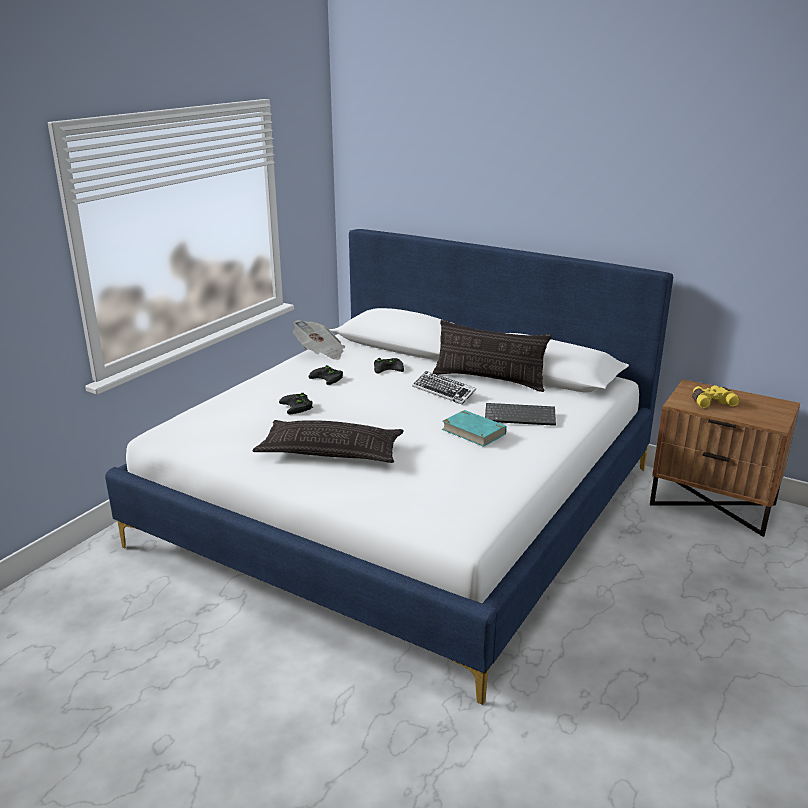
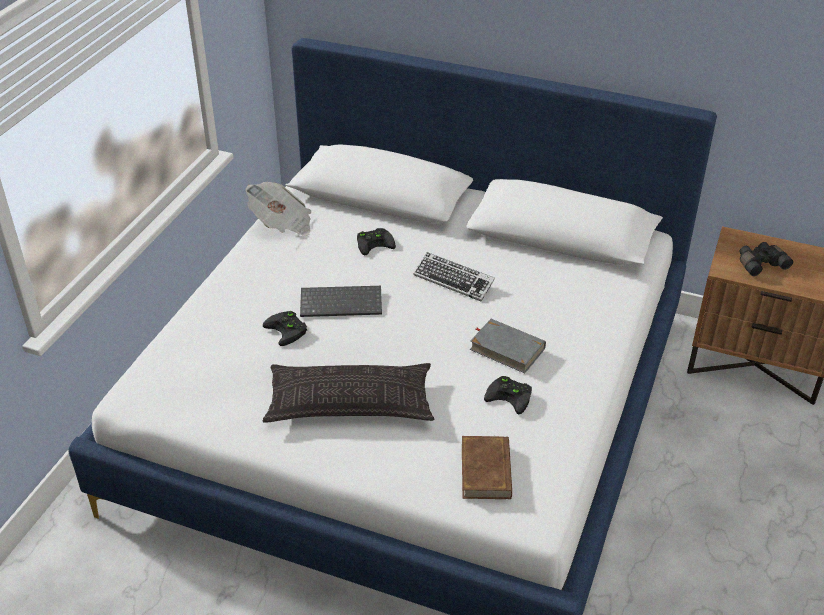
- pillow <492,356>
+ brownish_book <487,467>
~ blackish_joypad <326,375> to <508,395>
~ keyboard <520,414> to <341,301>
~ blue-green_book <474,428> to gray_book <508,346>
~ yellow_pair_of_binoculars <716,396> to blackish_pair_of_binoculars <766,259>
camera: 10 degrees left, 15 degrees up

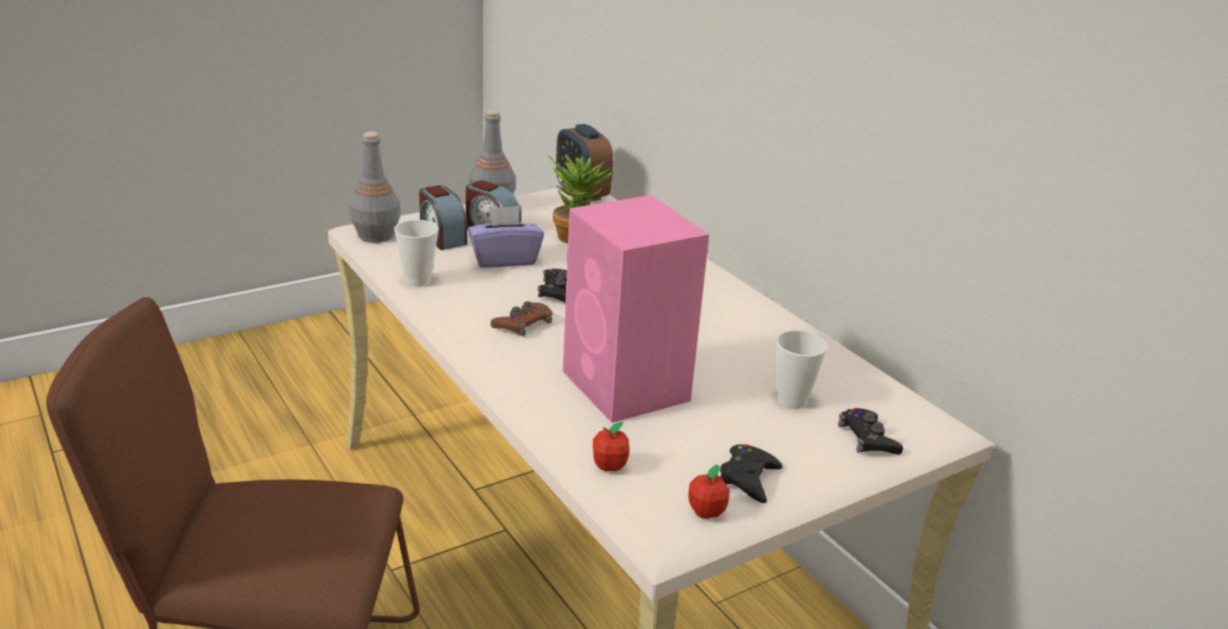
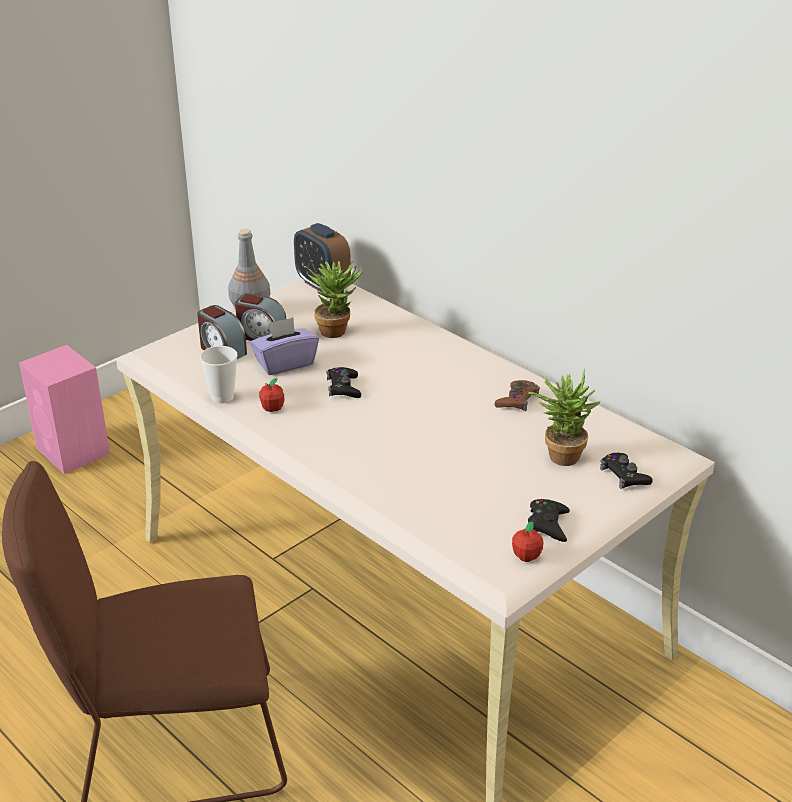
- gray_bottle <375,187>
~ brownish_joypad <522,319> to <517,395>
~ pinkish_speaker <636,309> to <64,409>
~ apple_fruit <611,446> to <271,395>
~ cup <802,369> to potted_plant <564,417>
camera: 10 degrees left, 5 degrees up

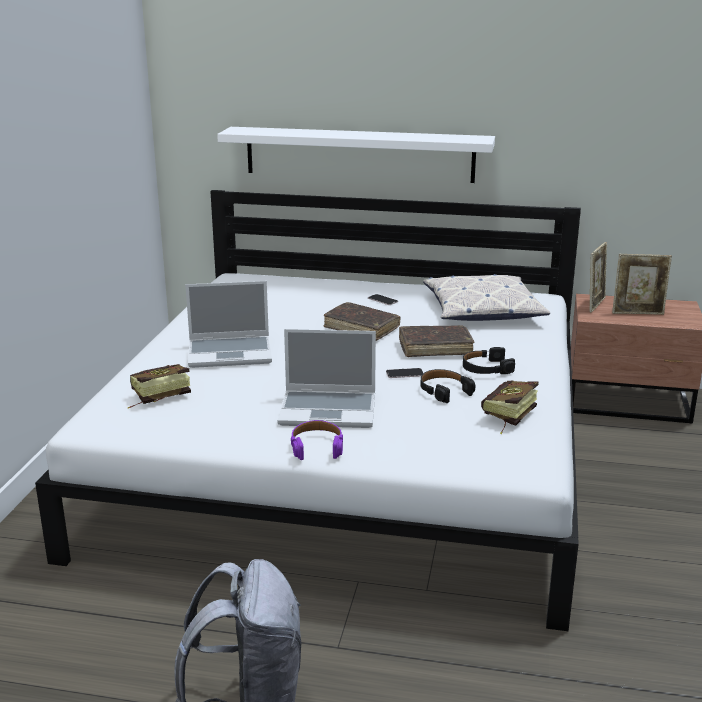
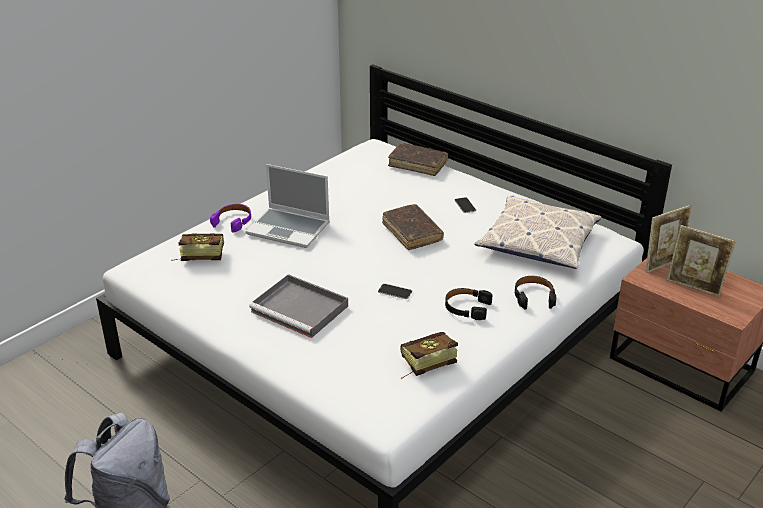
- white-coloured_wall_shelf <356,155>
~ purple_headphones <317,440> to <230,218>
~ brownish_book <436,341> to <418,159>
~ blackish_headphones <447,386> to <535,293>
~ notebook_computer <327,378> to gray_serving_tray <298,306>
camera: 30 degrees right, 10 degrees up

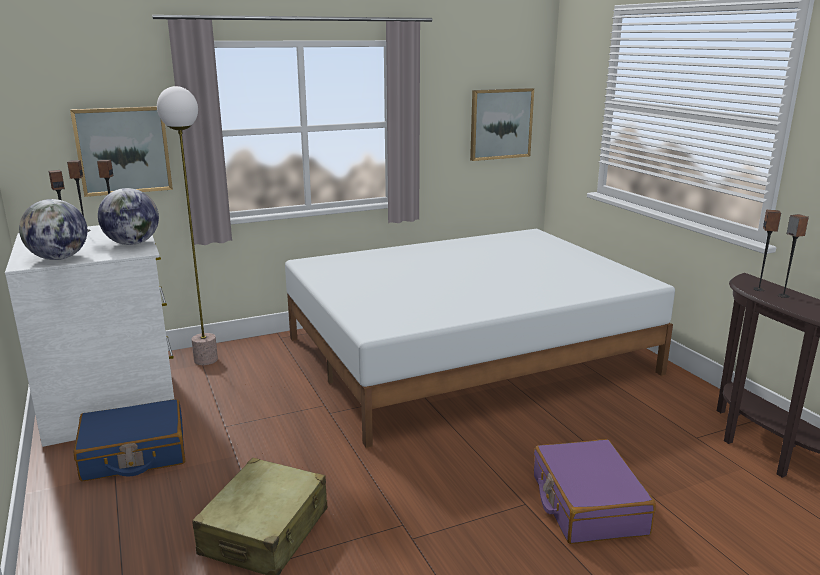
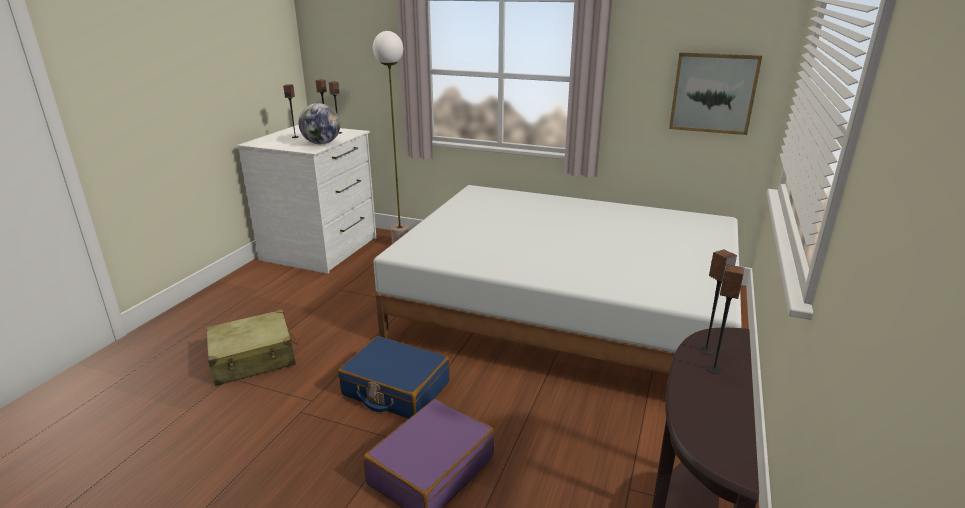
- world_globe <53,229>
- wall_picture <121,151>
~ bluish_travel_case <129,440> to <394,377>
camera: 45 degrees right, 5 degrees up

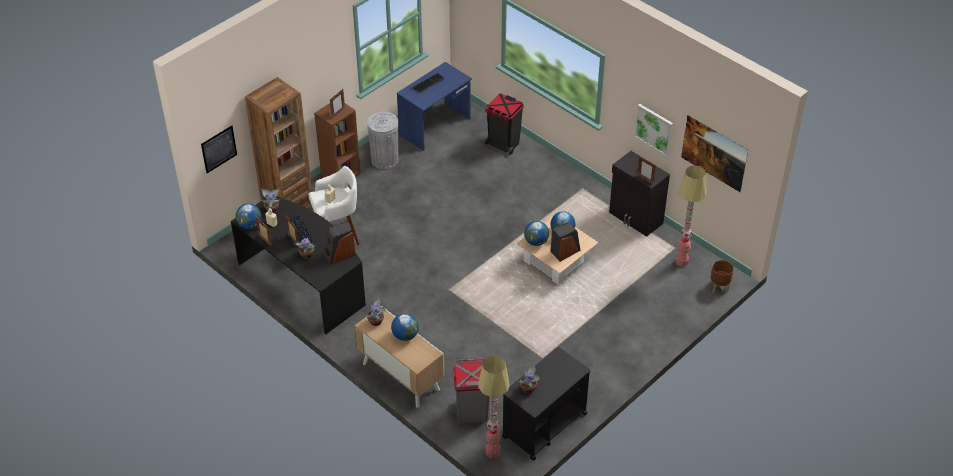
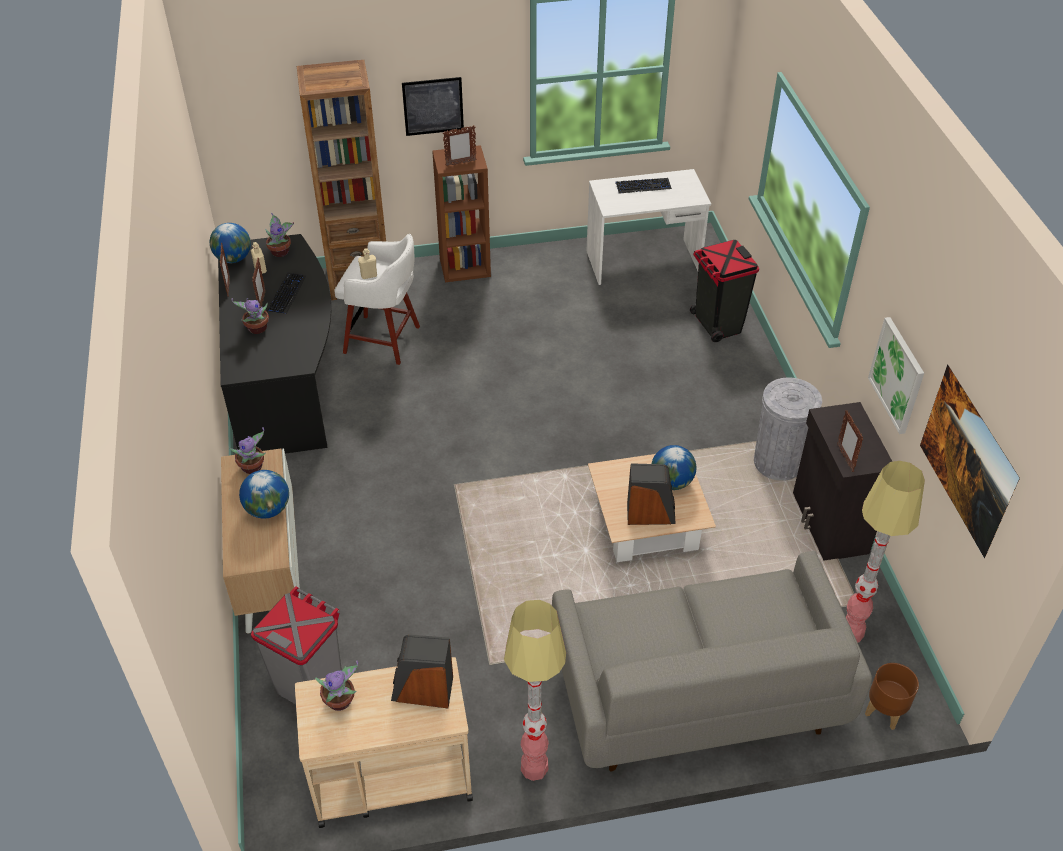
- world_globe <536,233>
+ gray_sofa <712,661>
~ wall_picture <219,149> to <433,106>
~ speaker <339,243> to <422,672>
~ gray_trash_can <383,140> to <788,429>
~ floor_lamp <494,407> to <535,690>
~ bluish_desk_table <434,106> to white-coloured_desk_table <648,227>
~ blackish_wheeled_cart <546,403> to beige-coloured_wheeled_cart <384,742>
camera: 35 degrees right, 0 degrees up

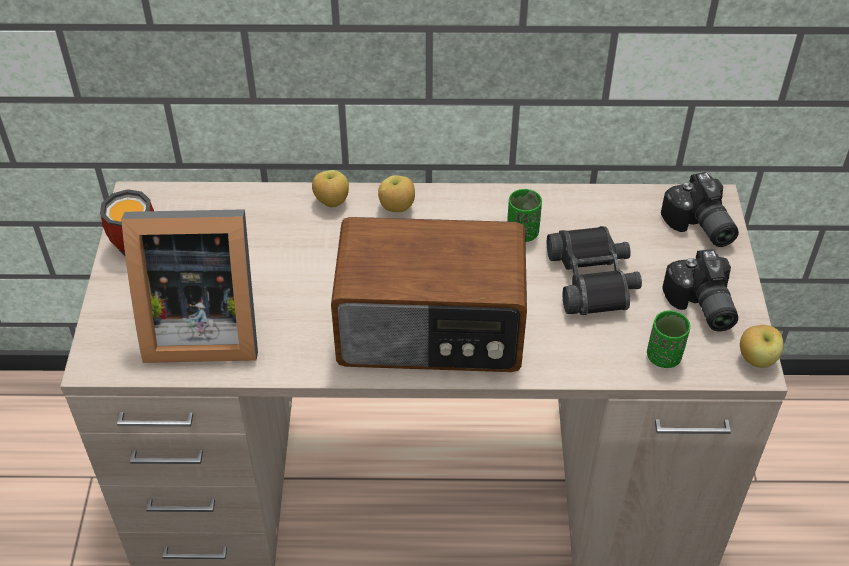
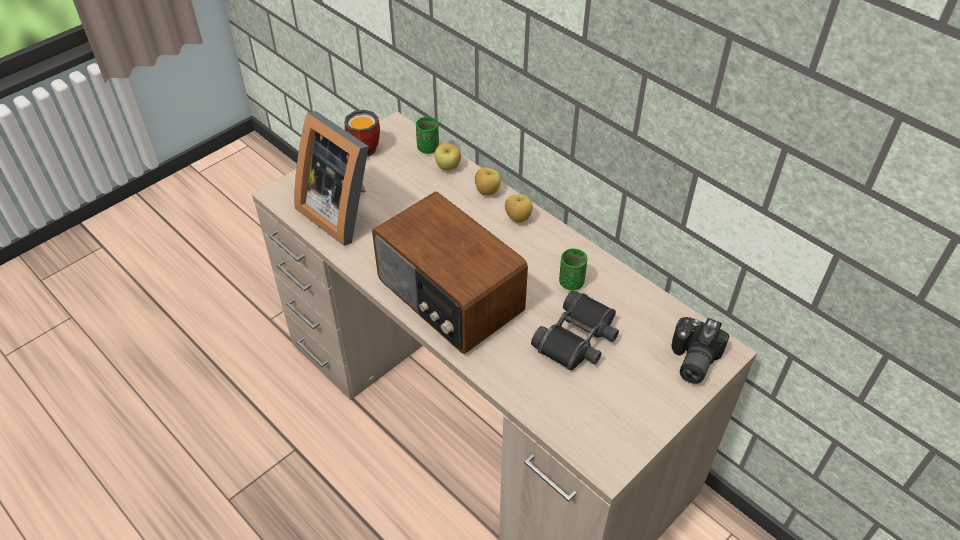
- photo_camera <700,290>
~ green_cup <668,339> to <427,135>
~ apple_fruit <762,346> to <448,156>
camera: 45 degrees right, 0 degrees up

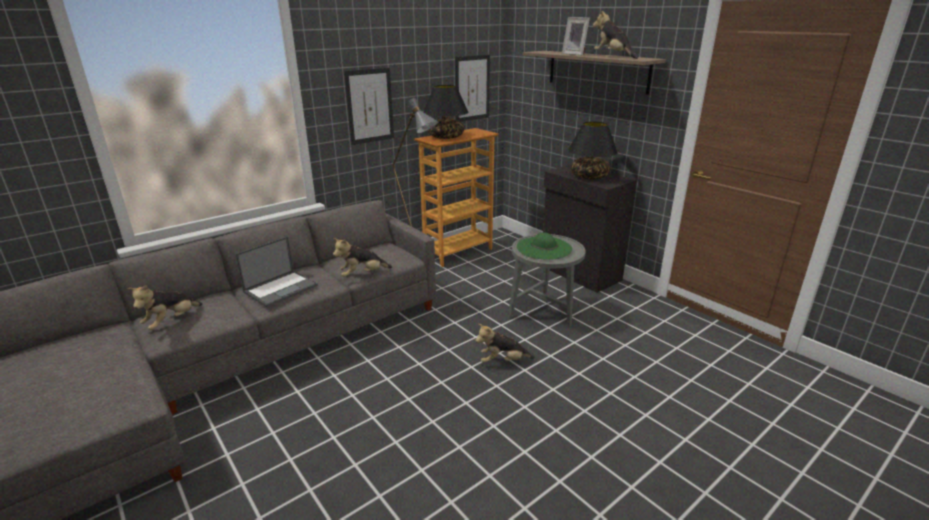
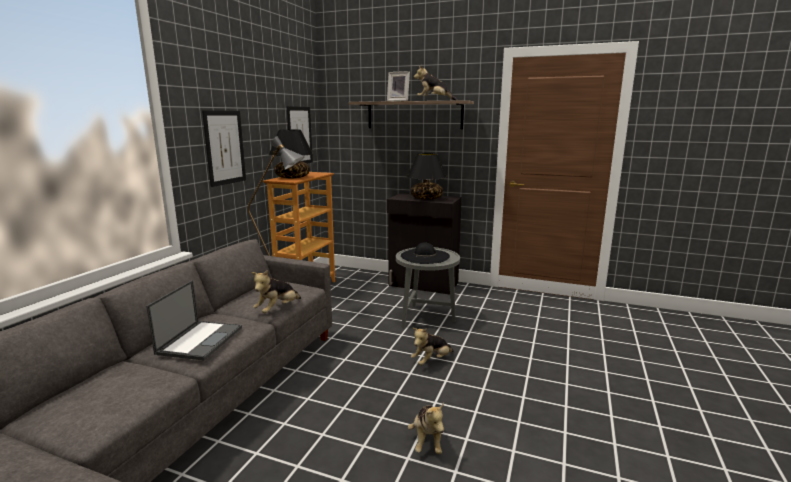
~ cuddly_toy <165,307> to <426,428>
~ green_hat <544,246> to blackish_hat <425,253>
camera: 30 degrees left, 10 degrees down

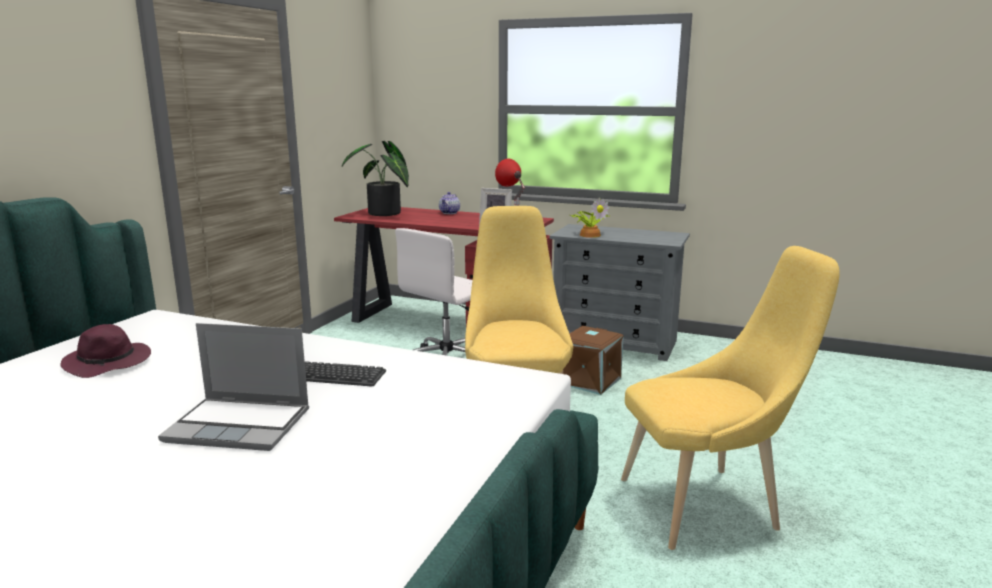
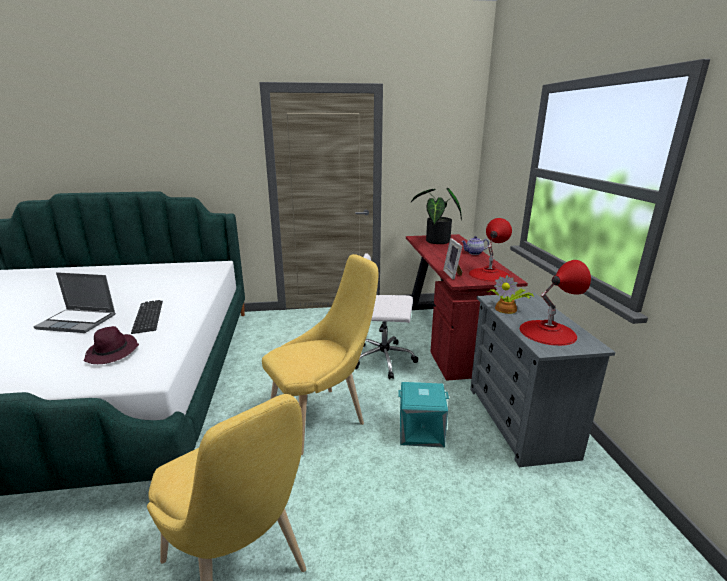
+ red_table_lamp <555,303>
~ purple_hat <105,351> to <111,345>
~ brownish_storage_box <593,360> to blue-green_storage_box <423,415>
~ notebook_computer <233,387> = <74,302> 60 degrees counterclockwise
camera: 60 degrees right, 5 degrees up

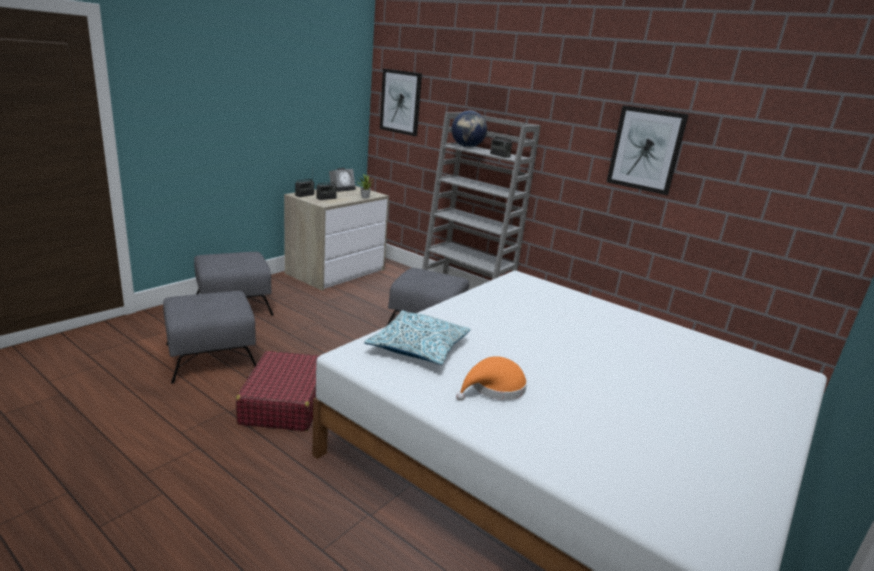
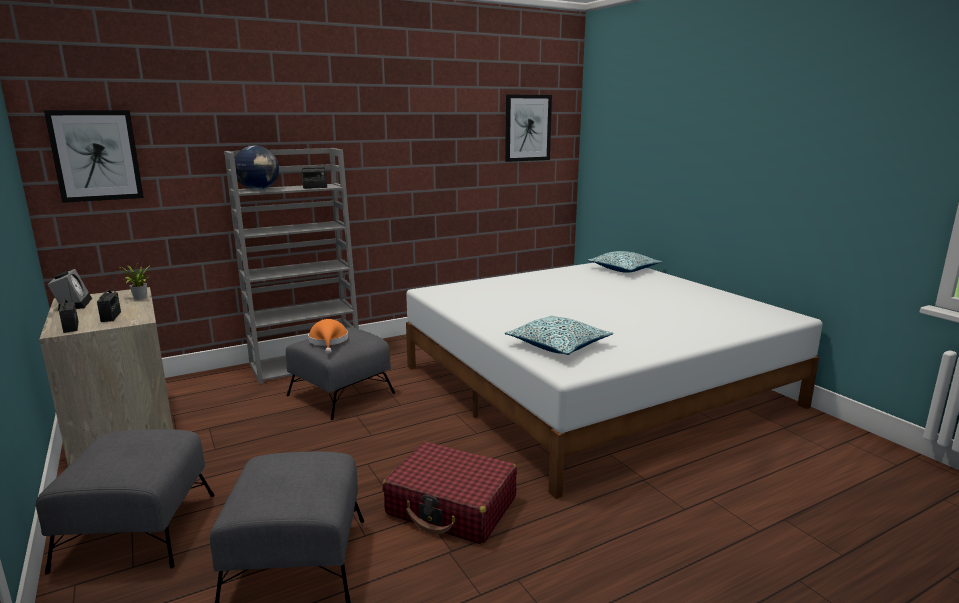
+ pillow <624,262>
~ orange_hat <491,378> to <328,336>
~ wall_picture <648,150> to <528,128>
camera: 65 degrees left, 5 degrees down

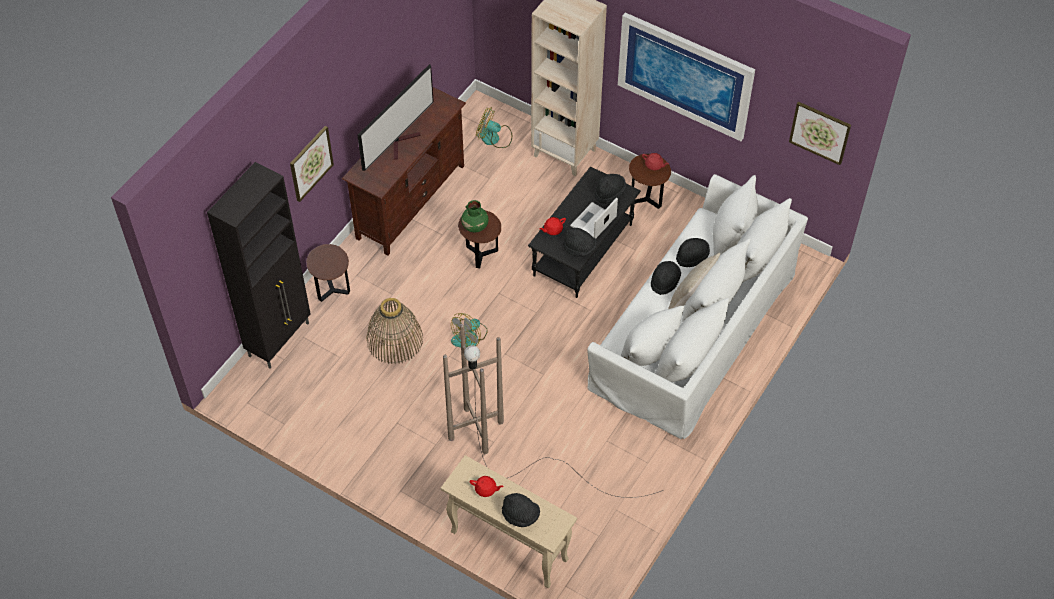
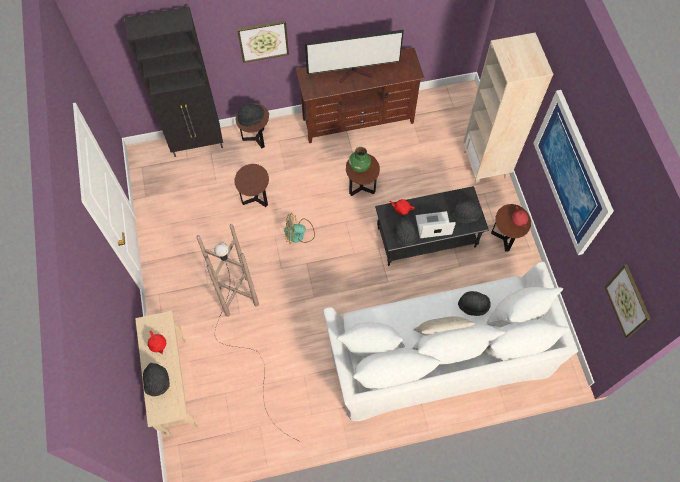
- fan <494,127>
~ blackish_hat <666,278> to <251,115>
~ basket <394,331> to brownish_side_table <251,185>
camera: 45 degrees right, 10 degrees up

